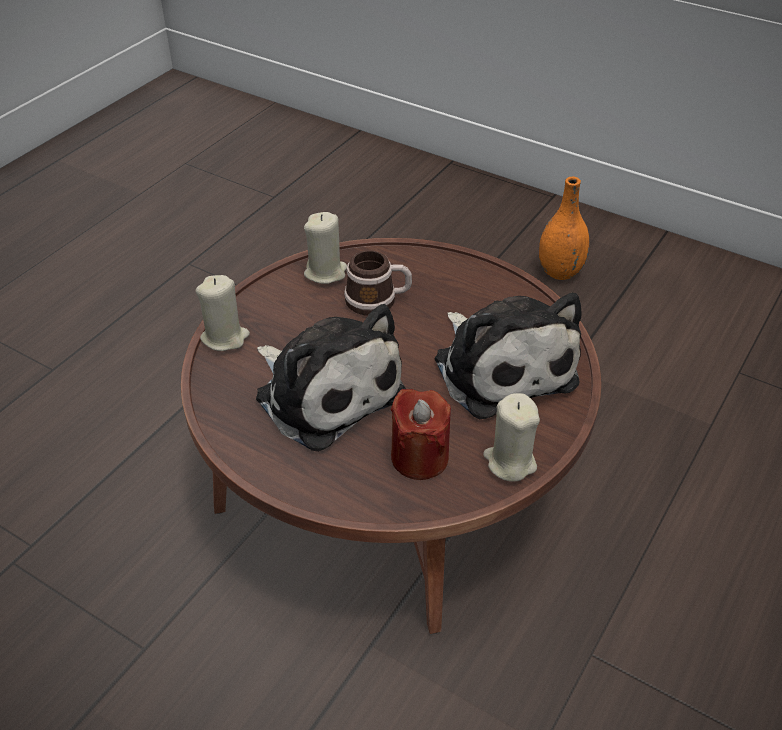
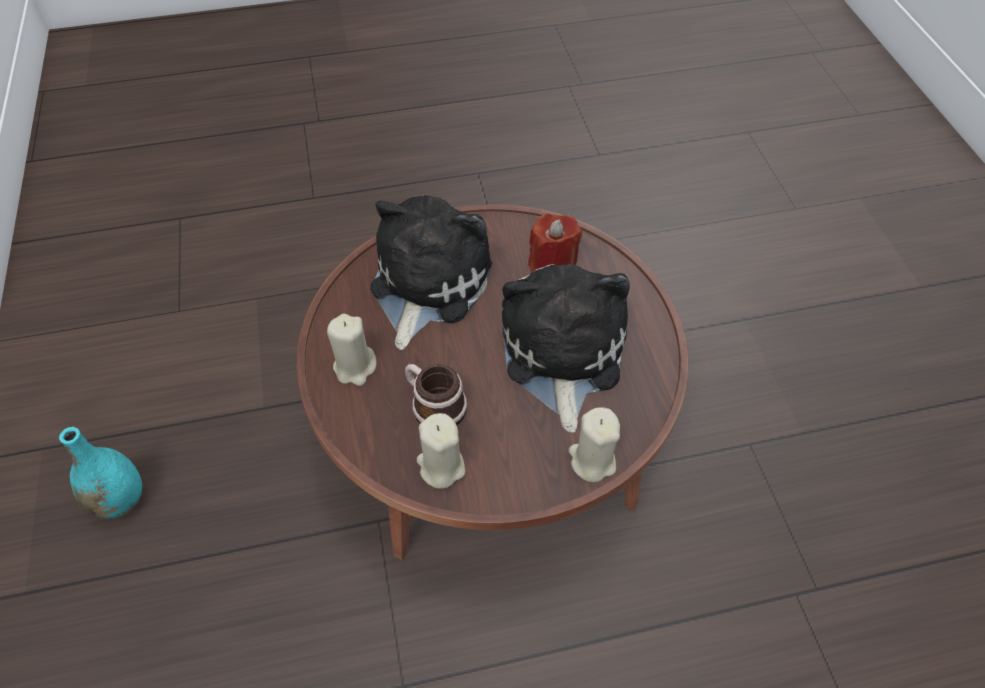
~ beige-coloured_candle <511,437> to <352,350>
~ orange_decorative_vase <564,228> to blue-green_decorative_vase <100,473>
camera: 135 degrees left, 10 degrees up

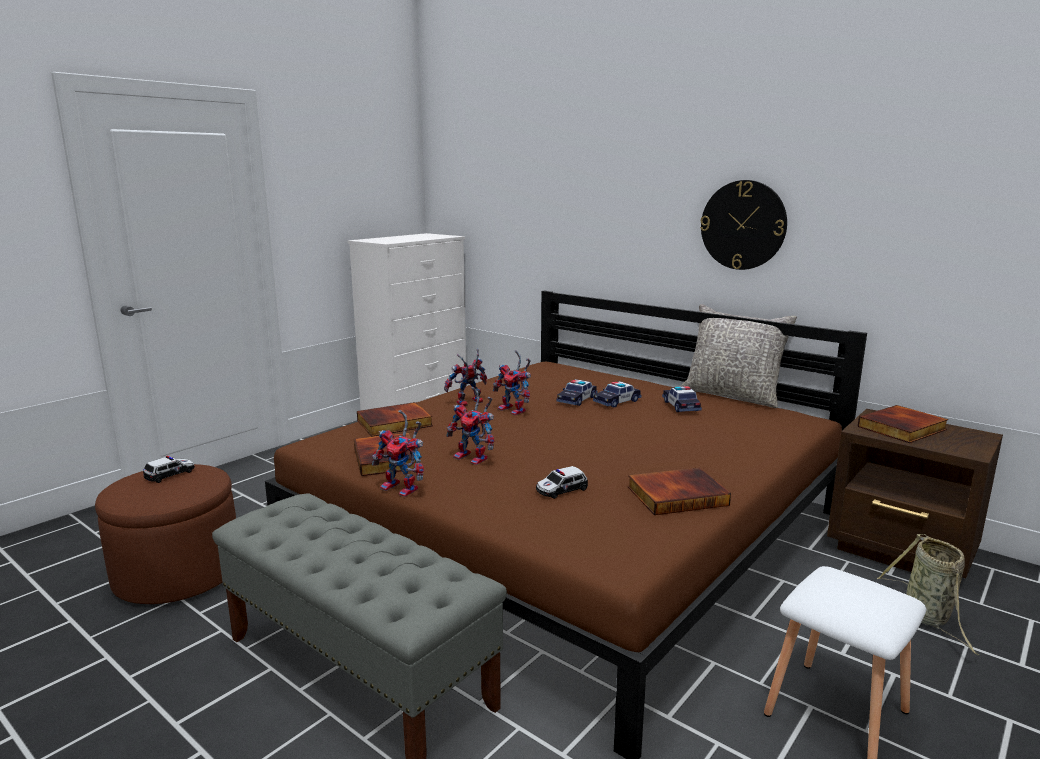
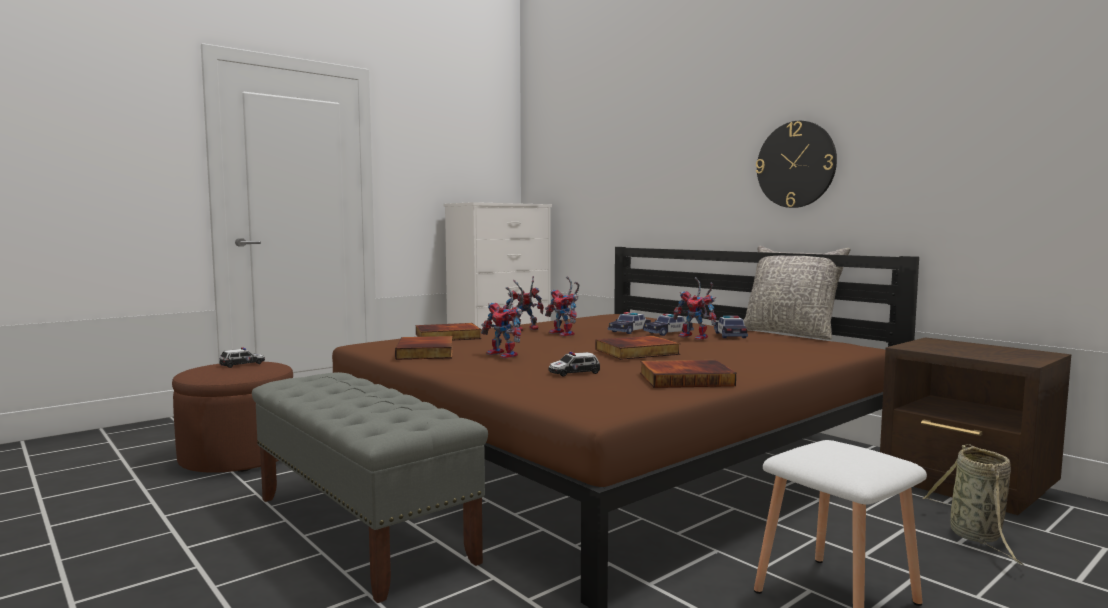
~ model_robot <398,453> to <694,308>
~ book <903,424> to <637,347>
camera: 10 degrees right, 10 degrees down

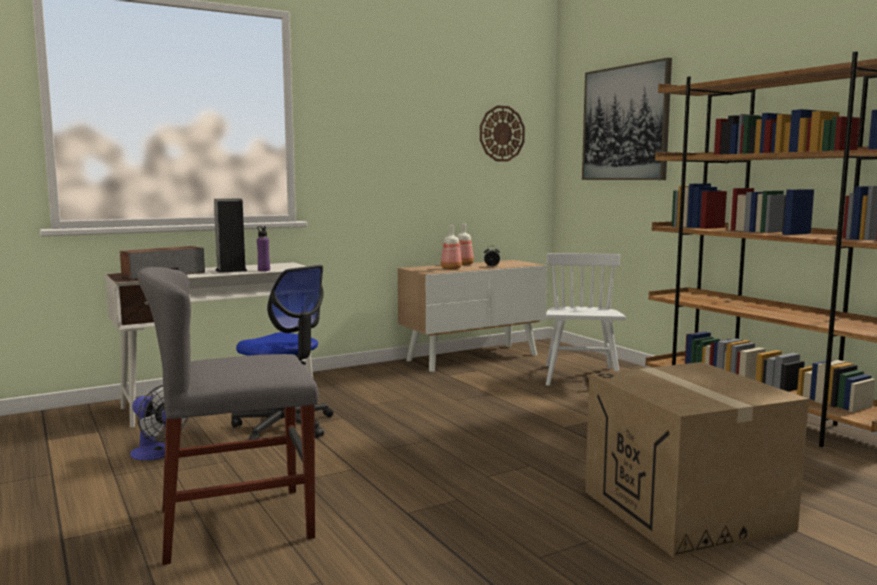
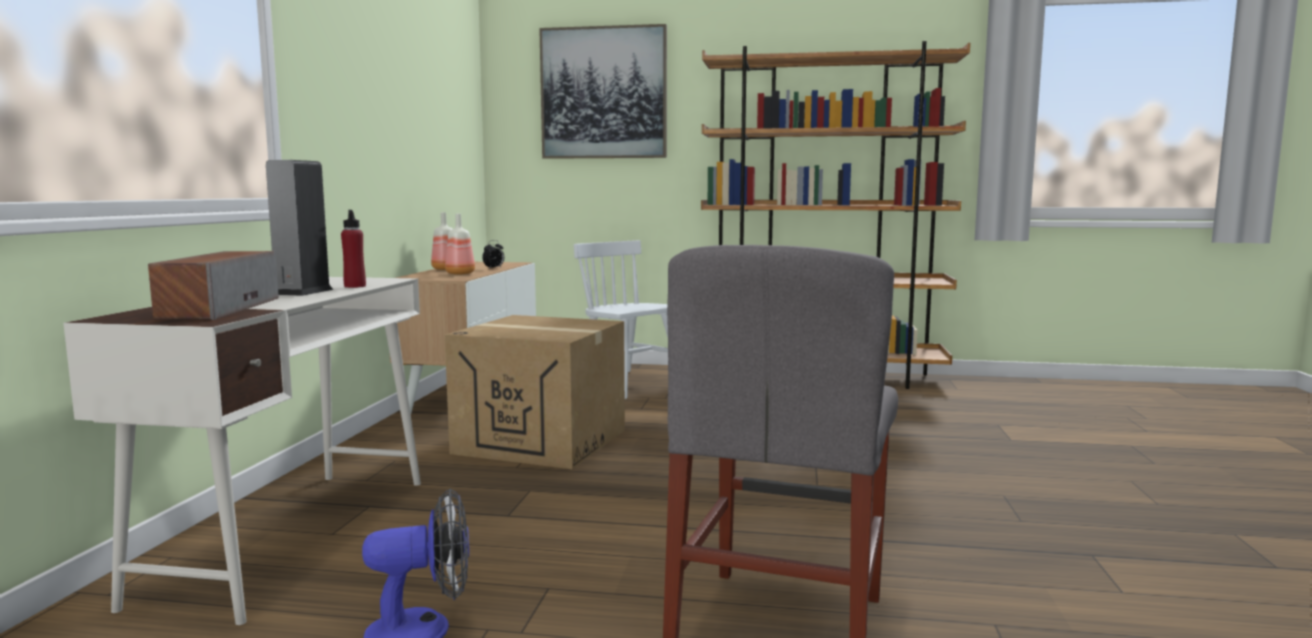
- computer_chair <282,352>
- wall_clock <502,133>
~ packing_box <697,460> to <535,392>
~ purple_bottle <263,248> to red_bottle <353,249>
camera: 50 degrees left, 0 degrees up

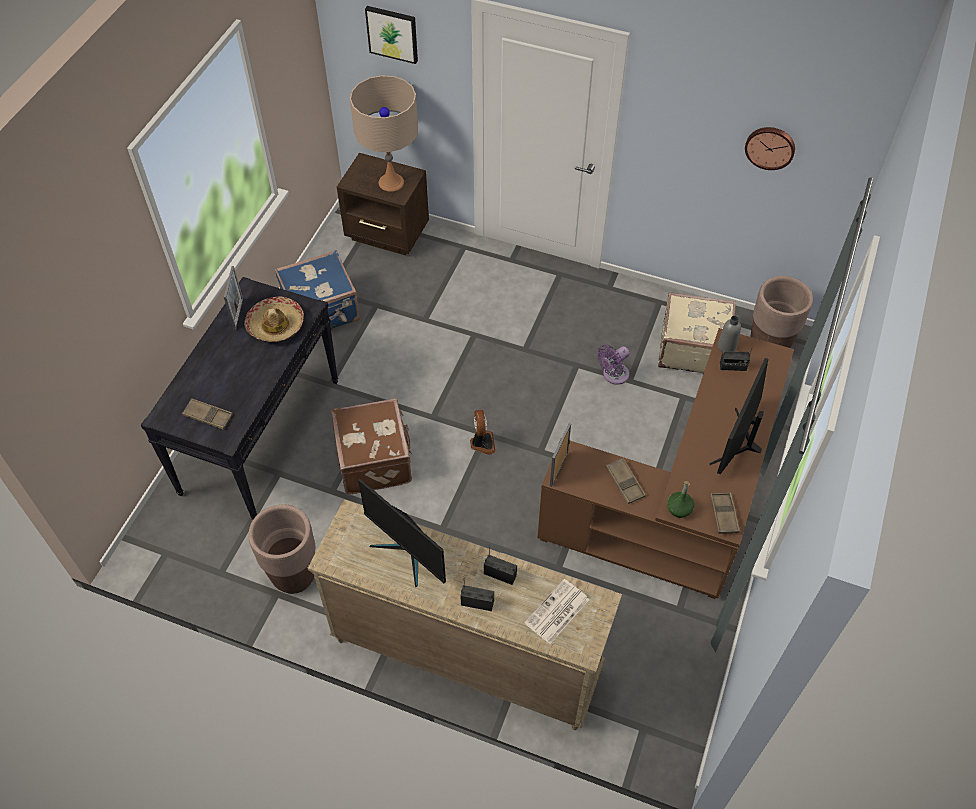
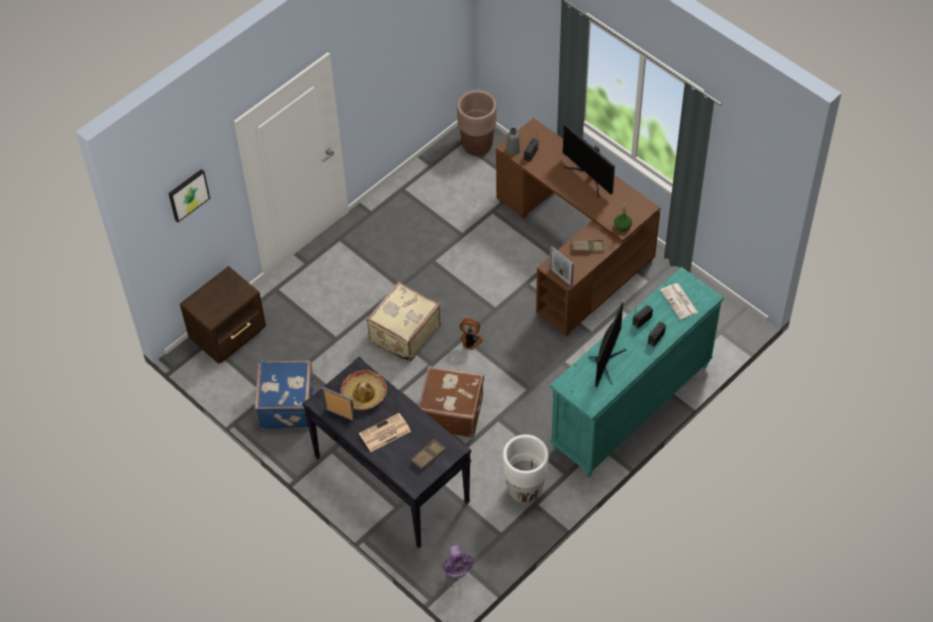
- beige-coloured_table_lamp <384,133>
- brownish_serving_tray <725,513>
- wall_clock <770,148>
+ printed_paper <385,432>
~ purple_fan <613,365> to <458,561>
~ beige-coloured_travel_case <697,332> to <403,321>
~ brownish_planter <282,549> to white-coloured_planter <526,468>
~ beige-coloured_chest_of_drawers <465,614> to blue-green_chest_of_drawers <636,372>
~ monitor <402,533> = <607,344> 45 degrees counterclockwise
camera: 65 degrees left, 0 degrees up

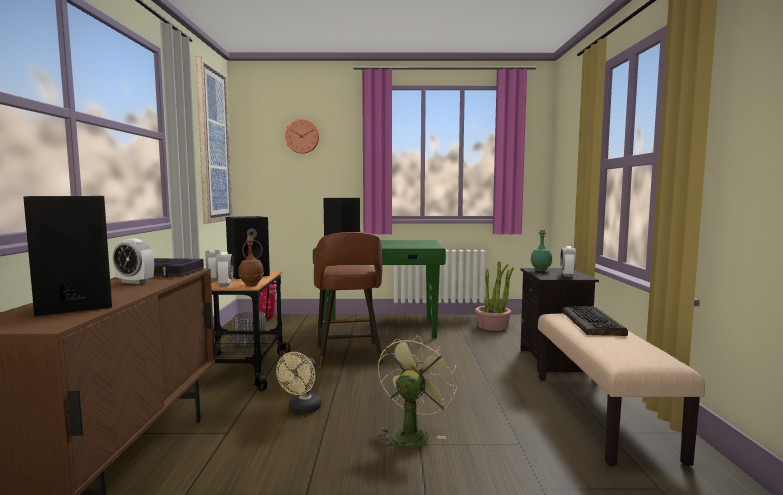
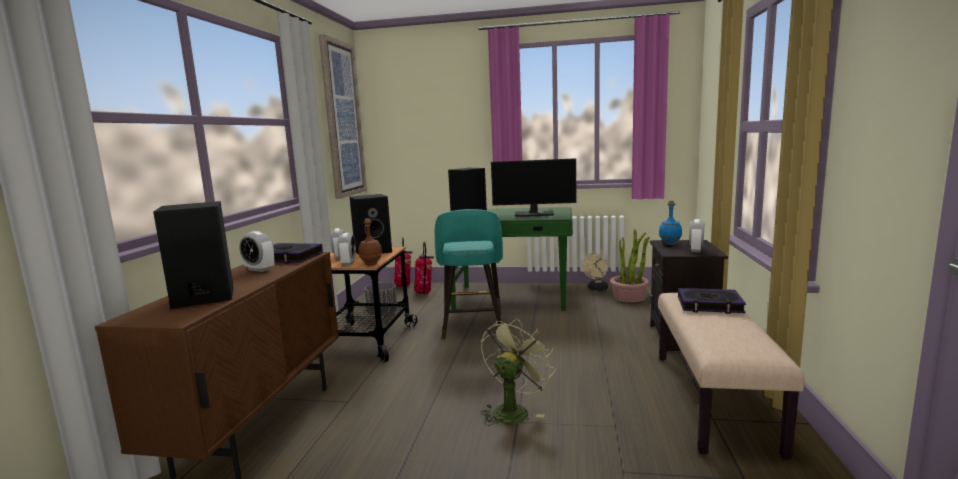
- wall_clock <302,136>
+ extinguisher <424,268>
+ monitor <533,187>
~ beige-coloured_fan <299,383> to <595,272>
~ keyboard <595,321> to book <712,301>
~ brownish_sitting_stool <348,300> to blue-green_sitting_stool <469,274>
~ green_bottle <541,250> to bluish_bottle <670,222>
camera: 10 degrees right, 5 degrees up

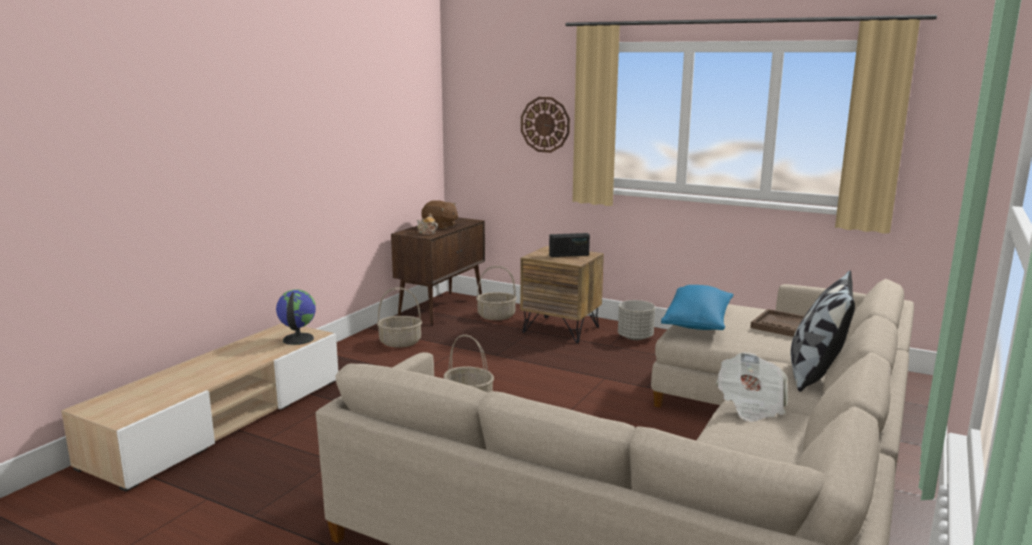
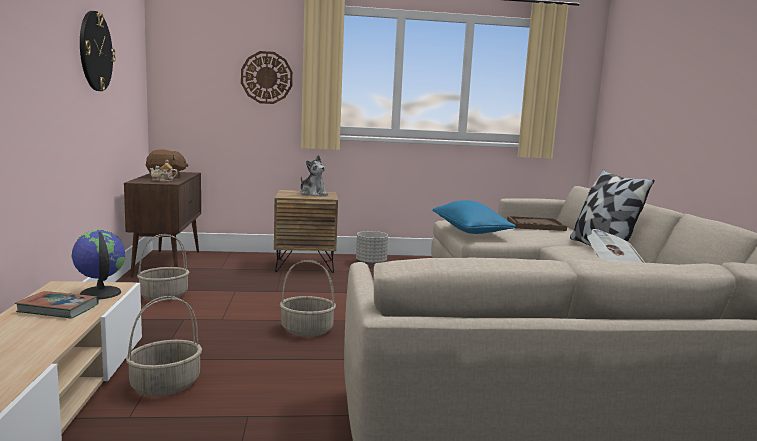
+ book <57,305>
+ wall_clock <98,51>
~ basket <496,293> to <164,346>
~ radio_set <569,245> to cuddly_toy <314,175>
camera: 35 degrees left, 5 degrees down

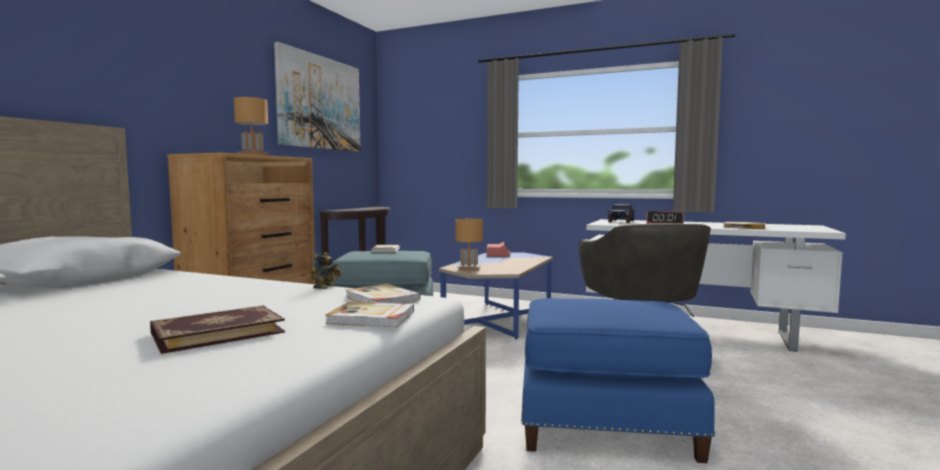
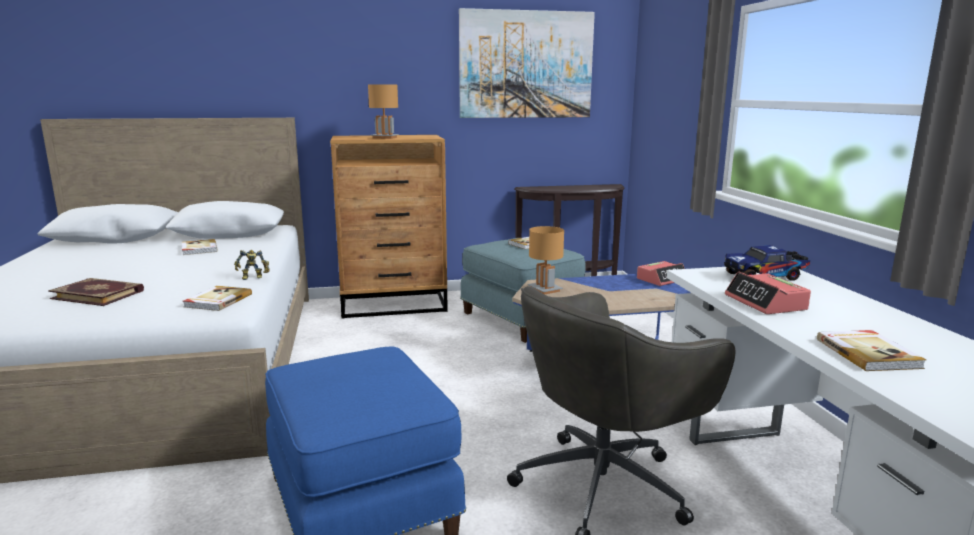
~ book <369,314> to <200,247>
camera: 55 degrees right, 10 degrees up

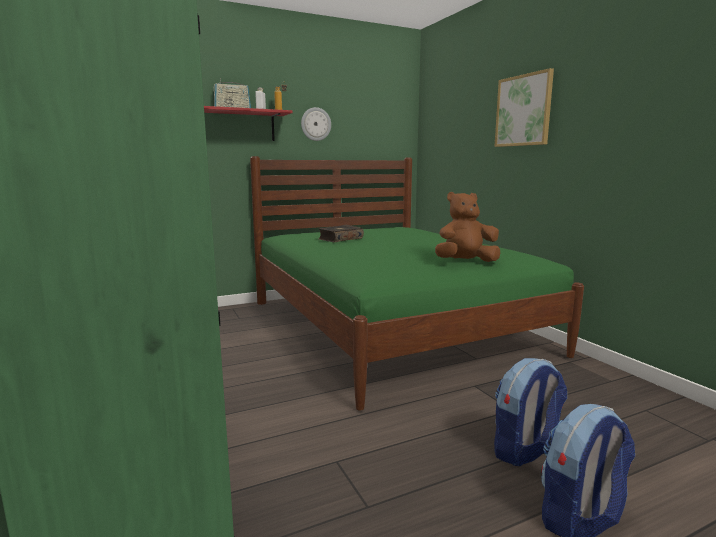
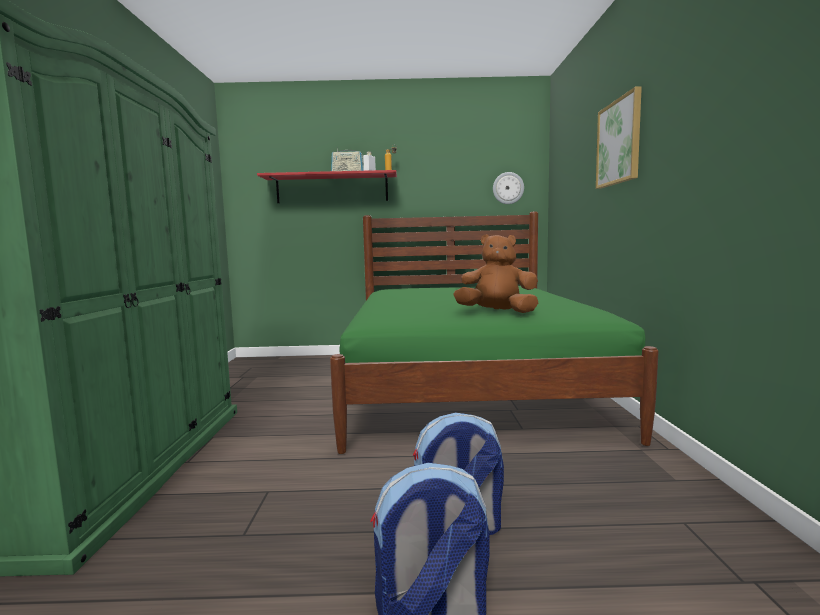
- book <341,233>
~ wall_clock <316,124> to <508,188>
camera: 25 degrees right, 5 degrees down

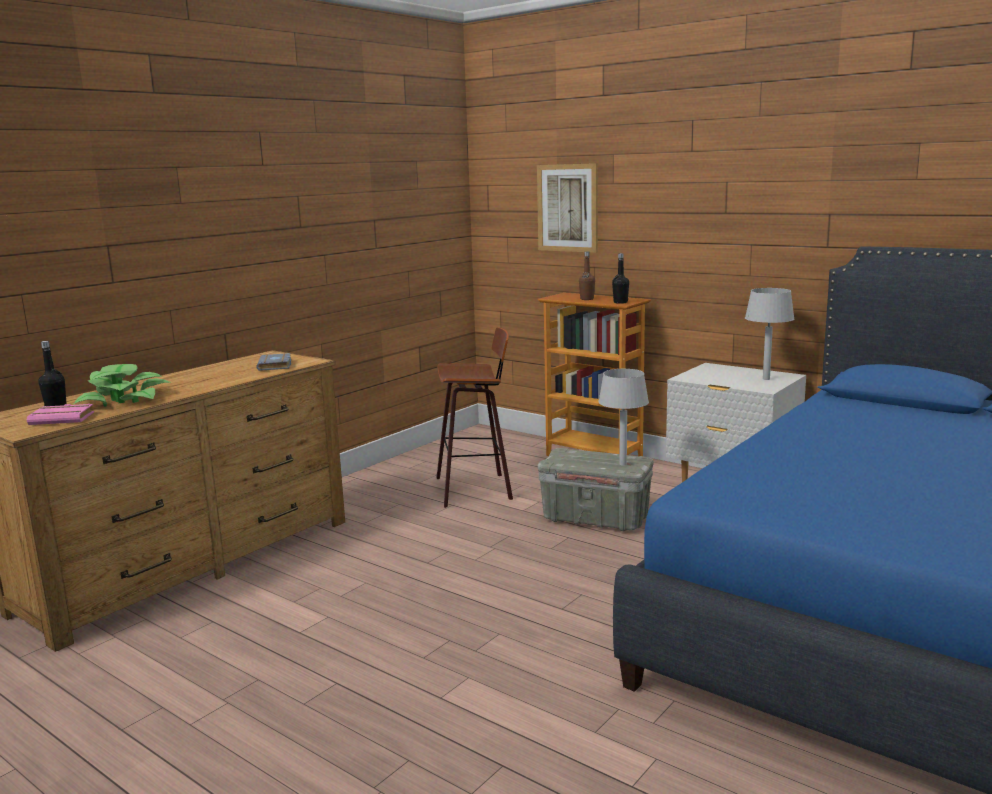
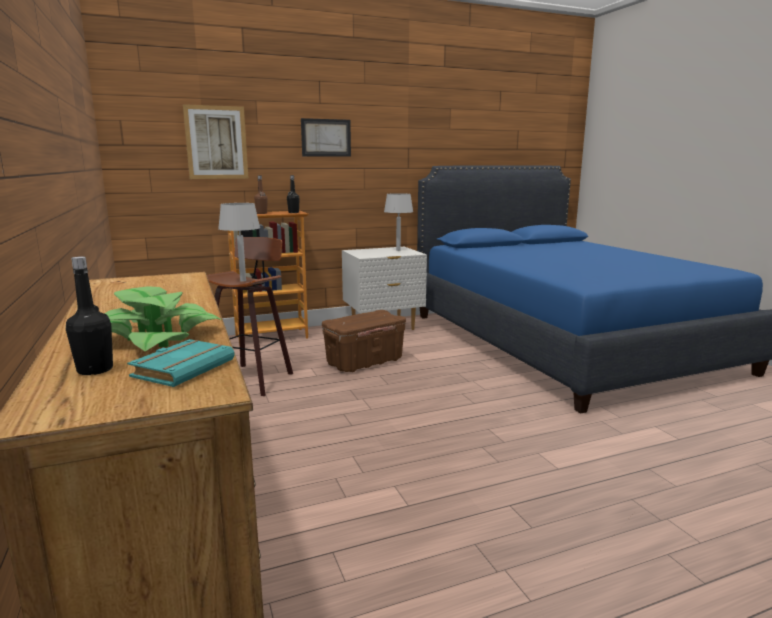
- gray_book <273,362>
+ wall_picture <326,137>
~ gray_table_lamp <623,417> to <239,242>
~ pinkish_book <60,414> to blue-green_book <181,363>
~ gray_storage_box <595,489> to brownish_storage_box <364,341>
camera: 60 degrees left, 0 degrees up

